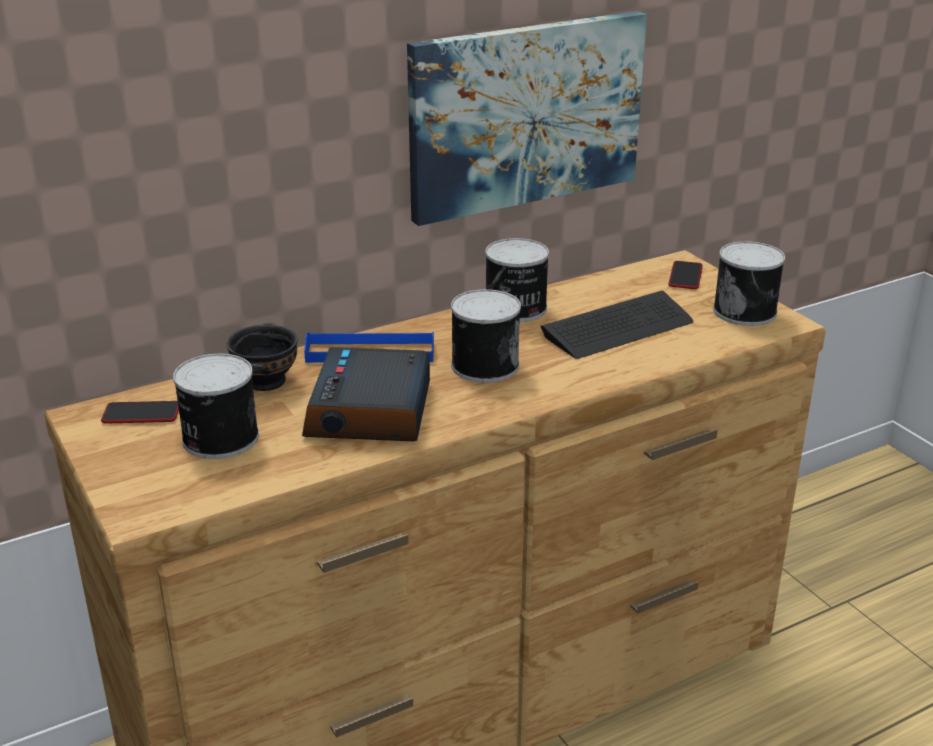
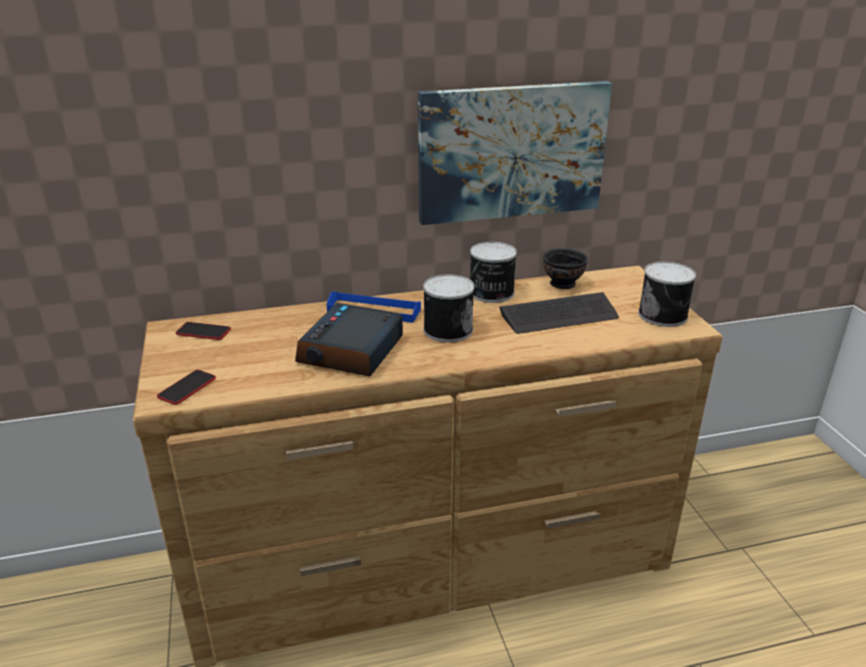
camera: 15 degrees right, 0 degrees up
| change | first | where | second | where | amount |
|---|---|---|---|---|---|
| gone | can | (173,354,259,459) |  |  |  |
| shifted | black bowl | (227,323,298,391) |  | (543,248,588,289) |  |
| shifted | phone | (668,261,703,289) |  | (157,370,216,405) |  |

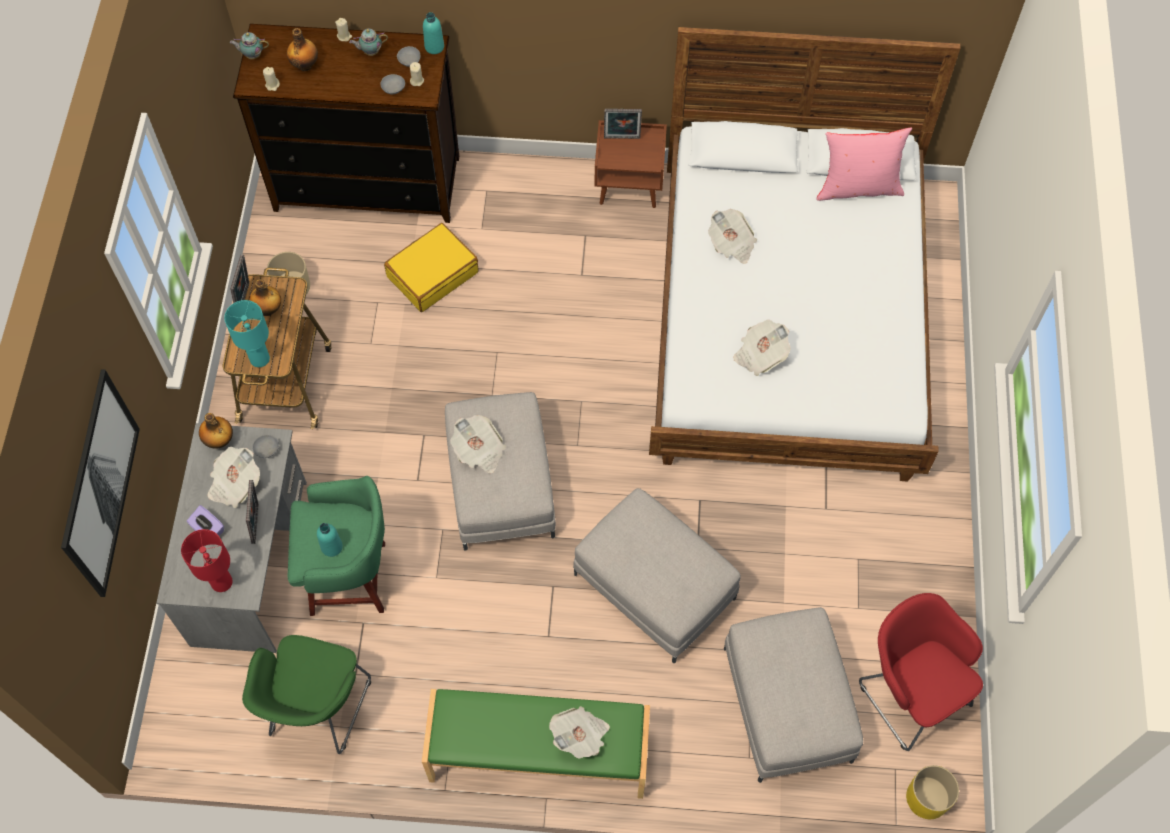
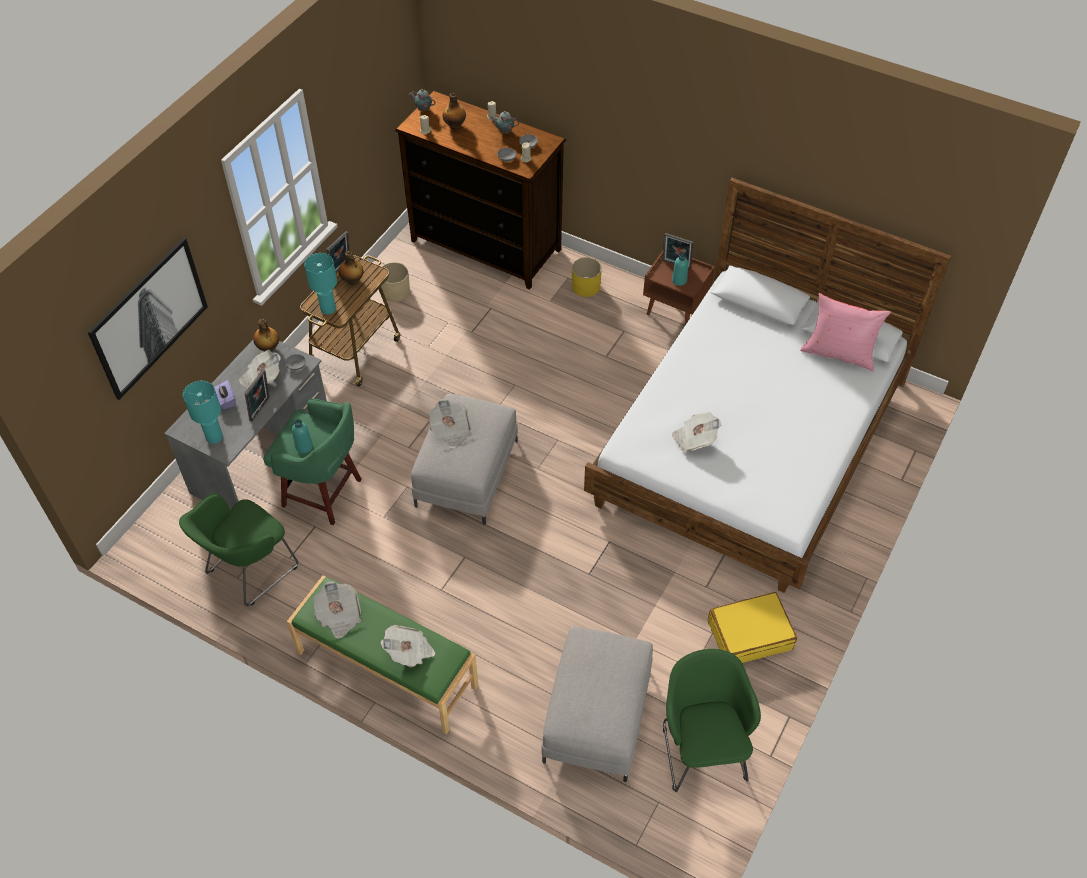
camera: 25 degrees right, 10 degrees down
| change | first | where | second | where | amount |
|---|---|---|---|---|---|
| repainted | red table lamp | (181,529,233,592) | turquoise table lamp | (183,381,223,444) |  |
| shifted | yellow suitcase | (384,223,479,312) |  | (708,592,797,663) |  |
| shifted | turquoise bottle | (423,12,444,54) |  | (672,253,688,286) |  |
| gone | grey ottoman | (573,488,741,663) |  |  |  |
| shifted | newspaper | (708,209,757,264) |  | (314,581,362,639) |  |
| repainted | red armchair | (859,593,983,751) | green armchair | (663,649,761,792) |  |
| shifted | yellow planter | (906,765,959,819) |  | (572,257,602,297) |  |

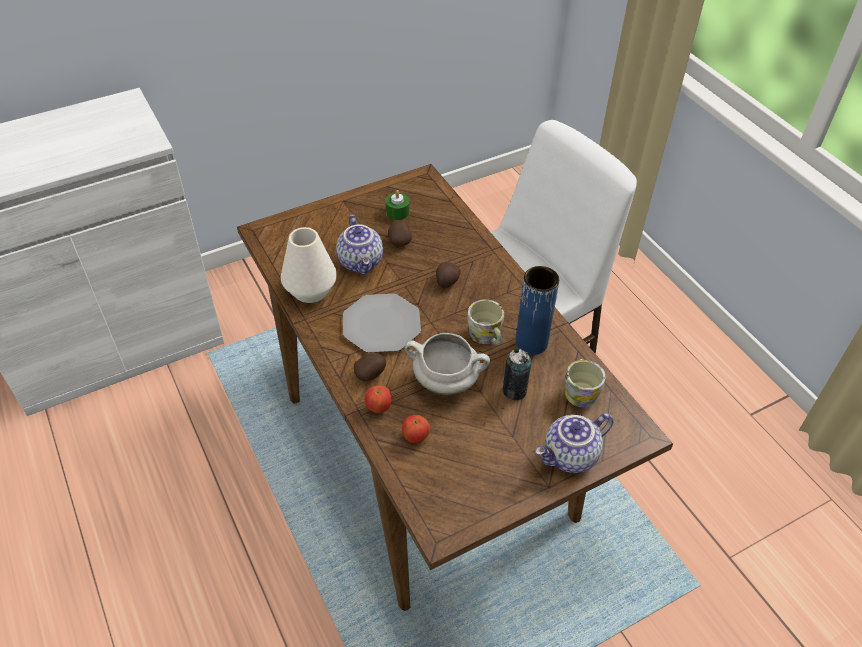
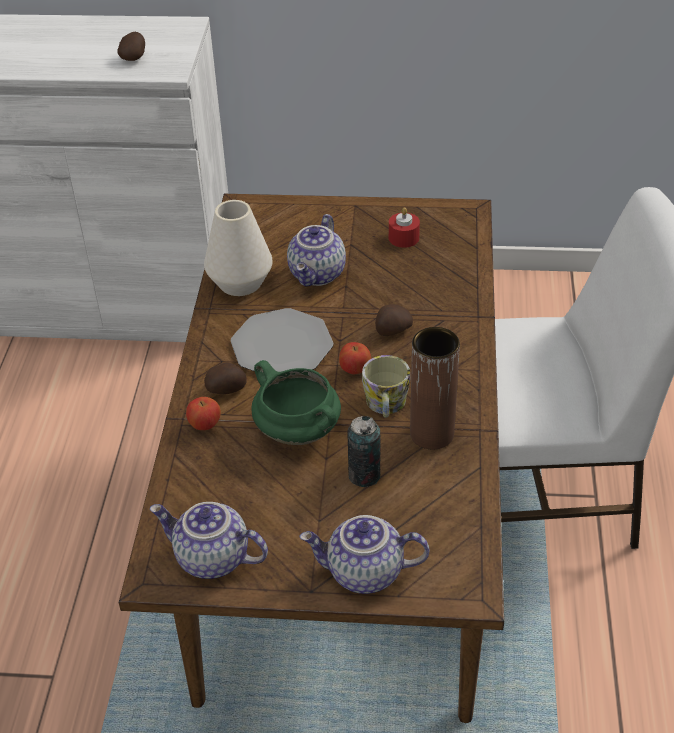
camera: 35 degrees right, 5 degrees down
| change | first | where | second | where | amount |
|---|---|---|---|---|---|
| repainted | green candle | (385,190,410,220) | red candle | (389,207,420,248) |  |
| shifted | potato | (388,220,412,247) |  | (117,32,145,61) |  |
| shifted | apple | (402,415,430,443) |  | (339,342,371,374) |  |
| repainted | white cooking pot | (405,333,490,395) | green cooking pot | (251,360,341,445) |  |
| repainted | blue vase | (515,266,559,355) | brown vase | (410,327,460,450) |  |
| gone | mug | (565,359,605,407) |  |  |  |
| new |  |  | teapot | (150,502,268,579) |  |

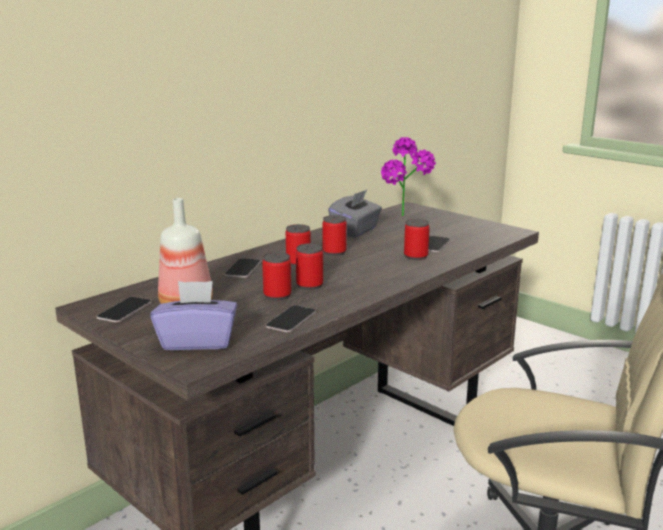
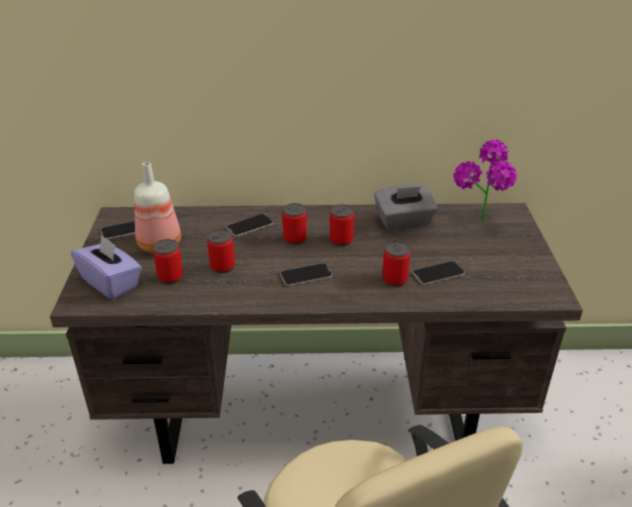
camera: 45 degrees right, 15 degrees up
| change | first | where | second | where | amount |
|---|---|---|---|---|---|
| shifted | phone | (266,305,316,332) |  | (280,263,332,286) |  |
| shifted | can | (296,243,323,290) |  | (153,239,183,284) |  |

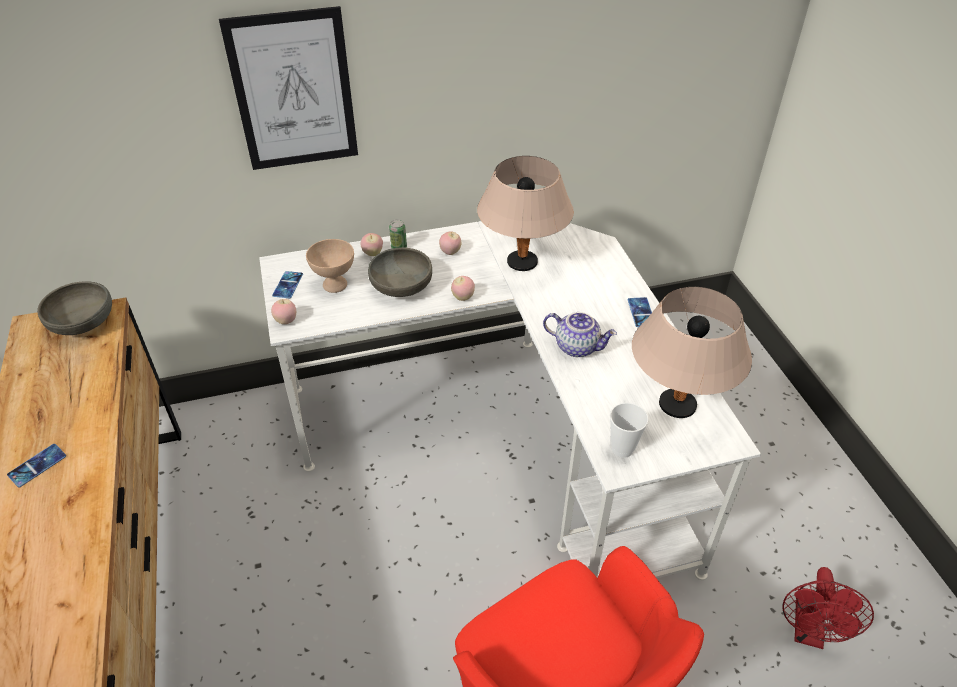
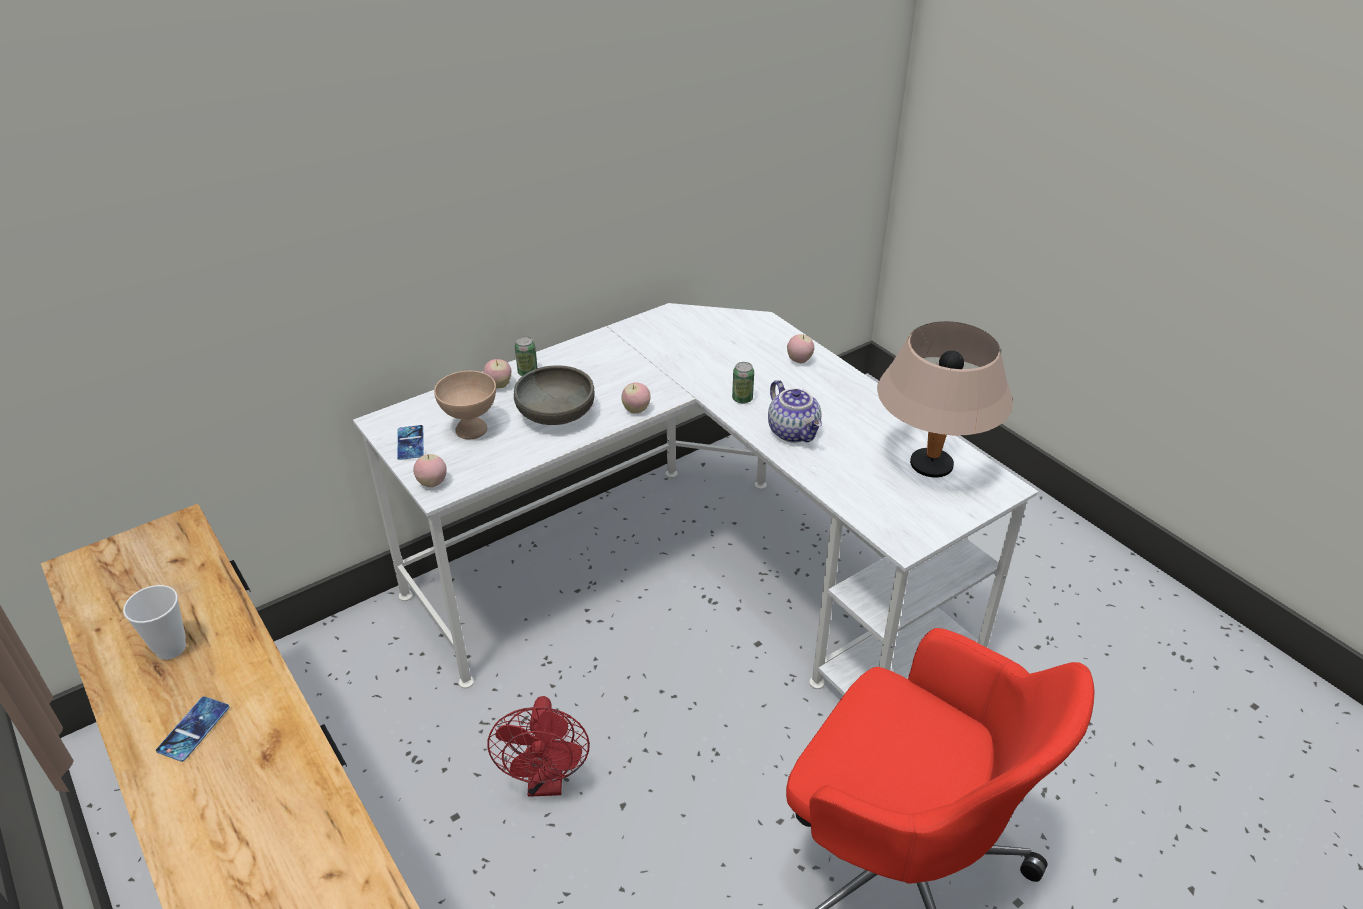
camera: 20 degrees left, 5 degrees down
| change | first | where | second | where | amount |
|---|---|---|---|---|---|
| gone | grey bowl | (37,281,112,335) |  |  |  |
| gone | picture | (219,6,358,170) |  |  |  |
| shifted | apple | (439,231,461,255) |  | (787,334,814,363) |  |
| gone | beige table lamp | (477,156,574,271) |  |  |  |
| rotated | teapot | (543,312,617,357) |  | (768,380,822,443) | 60 degrees clockwise |
| shifted | cup | (610,403,649,458) |  | (123,585,186,660) |  |
| gone | phone | (628,297,652,327) |  |  |  |
| shifted | red fan | (782,567,874,649) |  | (487,696,590,797) |  |
| new |  |  | can | (732,362,754,404) |  |

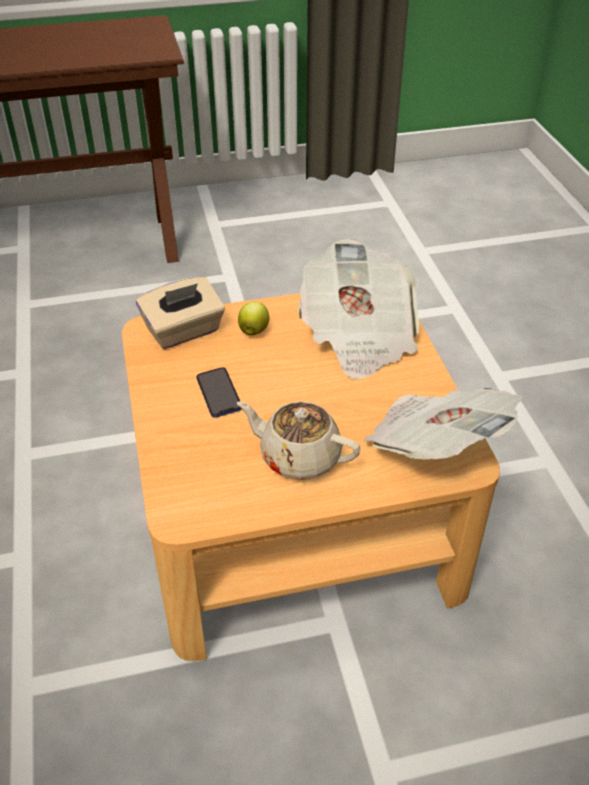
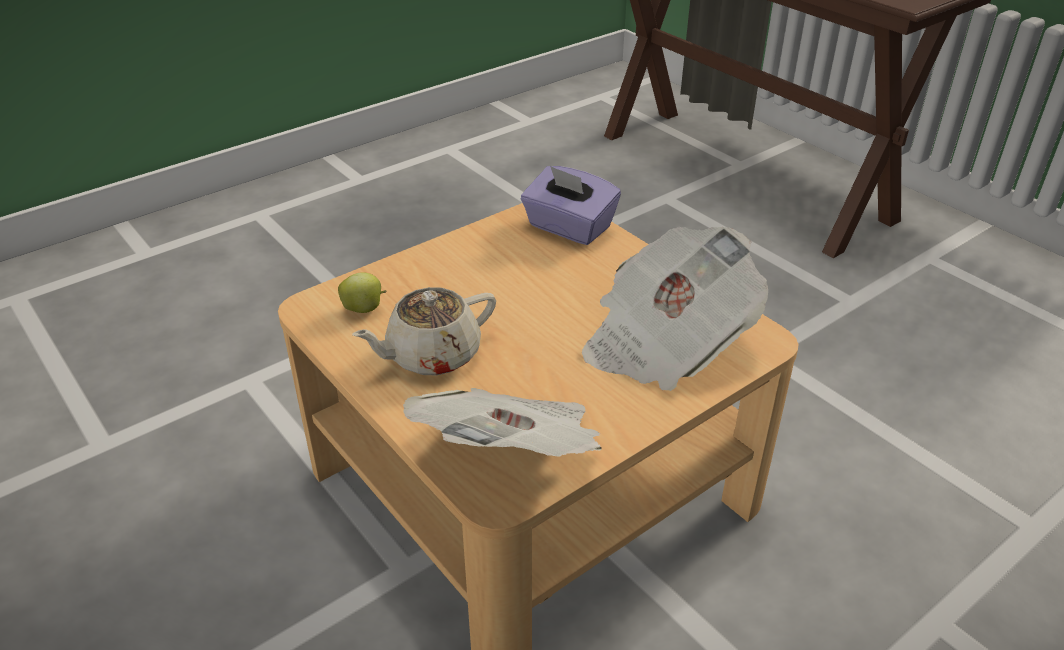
camera: 65 degrees right, 5 degrees down
| change | first | where | second | where | amount |
|---|---|---|---|---|---|
| repainted | beige tissue box | (136,277,225,349) | purple tissue box | (521,166,621,245) |  |
| gone | phone | (196,367,241,418) |  |  |  |
| rotated | beige teapot | (237,401,361,480) |  | (352,287,496,376) | 120 degrees counterclockwise |
| shifted | apple | (238,302,269,335) |  | (338,272,387,313) |  |

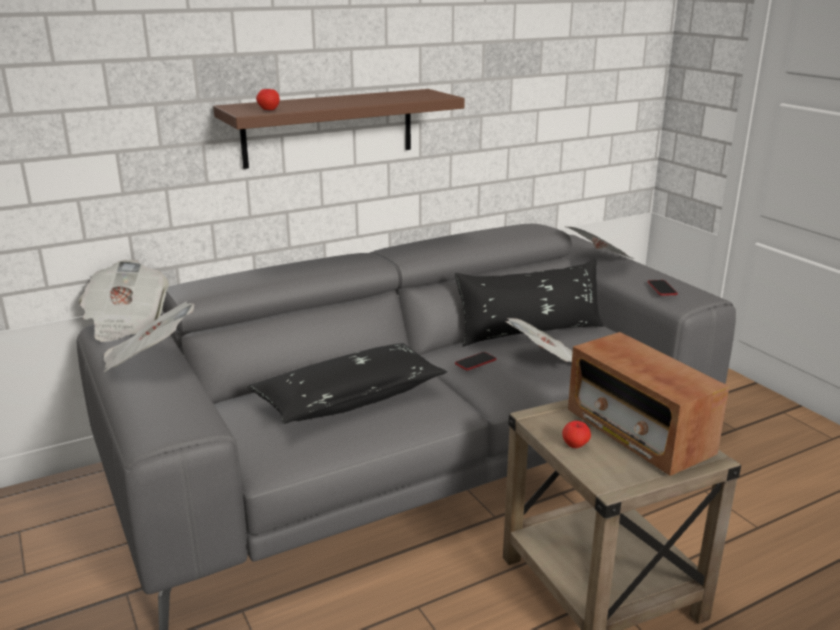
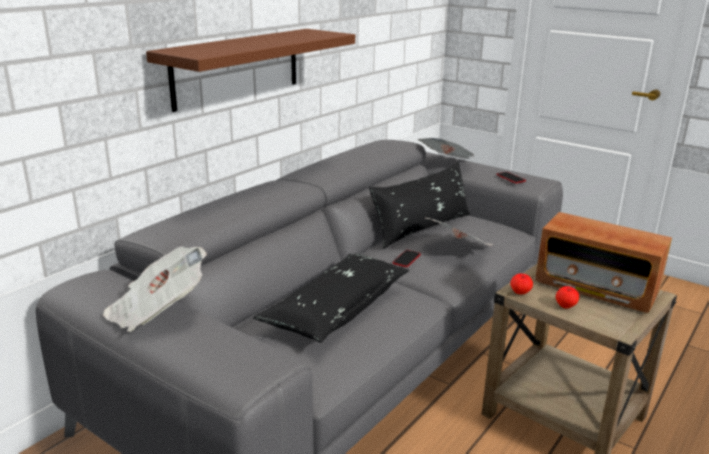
camera: 25 degrees left, 0 degrees up
| change | first | where | second | where | amount |
|---|---|---|---|---|---|
| gone | newspaper | (79,260,169,342) |  |  |  |
| shifted | apple | (256,89,280,110) |  | (510,274,533,294) |  |

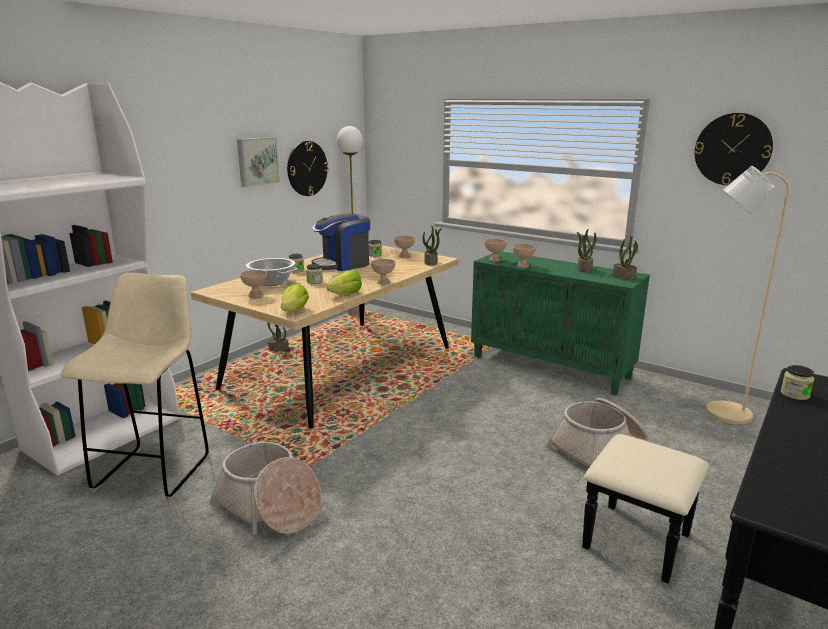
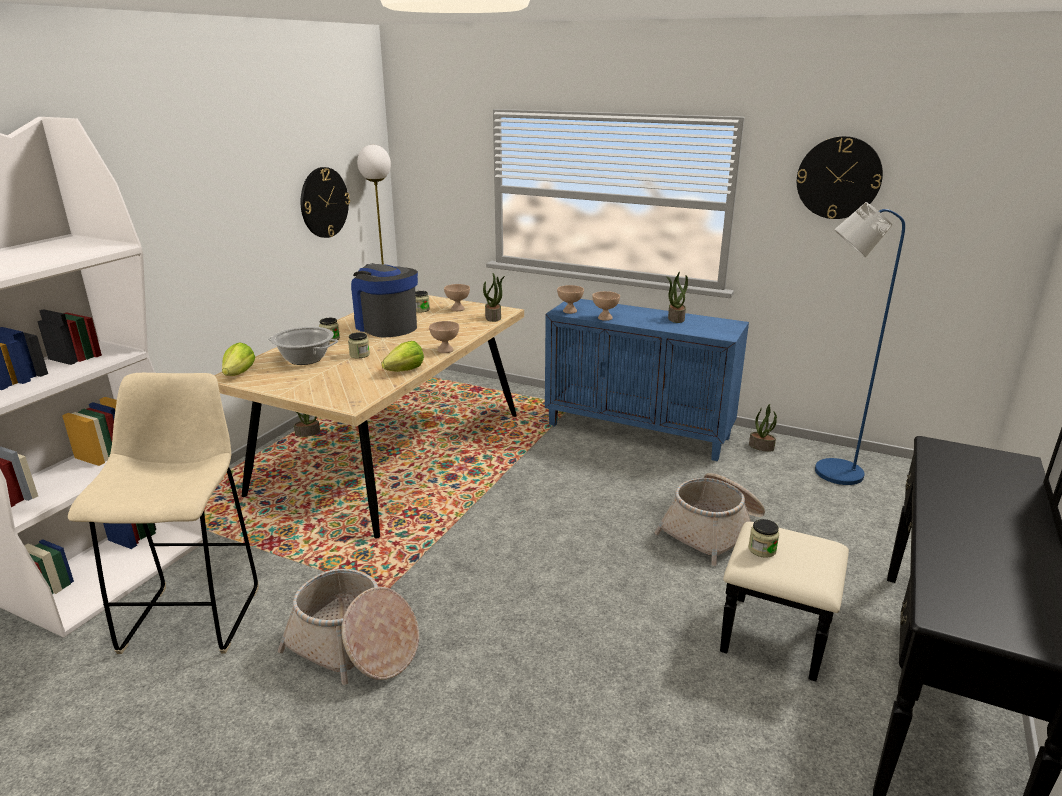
camera: 10 degrees left, 5 degrees up
| change | first | where | second | where | amount |
|---|---|---|---|---|---|
| gone | picture | (237,137,280,187) |  |  |  |
| gone | beige bowl | (240,270,267,298) |  |  |  |
| shifted | lettuce | (281,284,309,312) |  | (222,343,255,376) |  |
| rotated | coffee machine | (311,213,370,271) |  | (351,263,418,337) | 90 degrees clockwise |
| repainted | green cabinet | (471,251,650,395) | blue cabinet | (545,299,749,461) |  |
| shifted | potted plant | (613,235,638,280) |  | (749,404,777,452) |  |
| repainted | beige floor lamp | (706,166,789,424) | blue floor lamp | (815,202,905,485) |  |
| shifted | jar | (781,365,814,400) |  | (748,519,779,558) |  |

